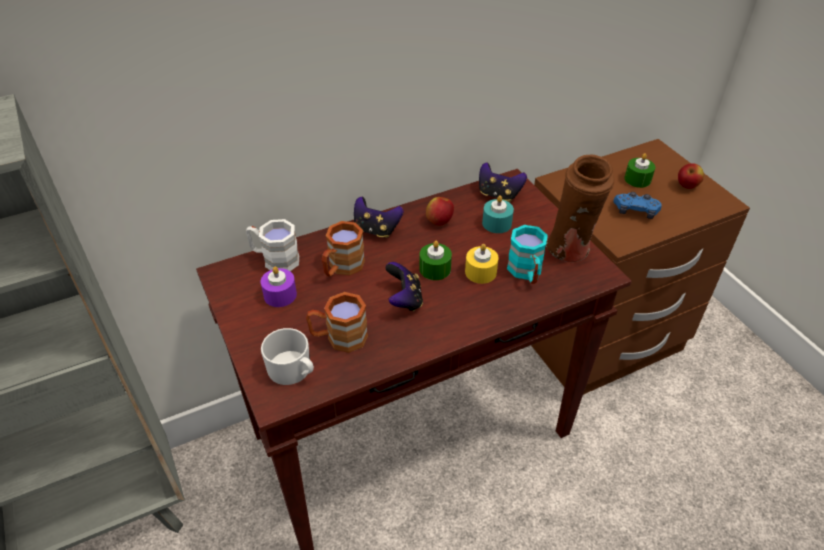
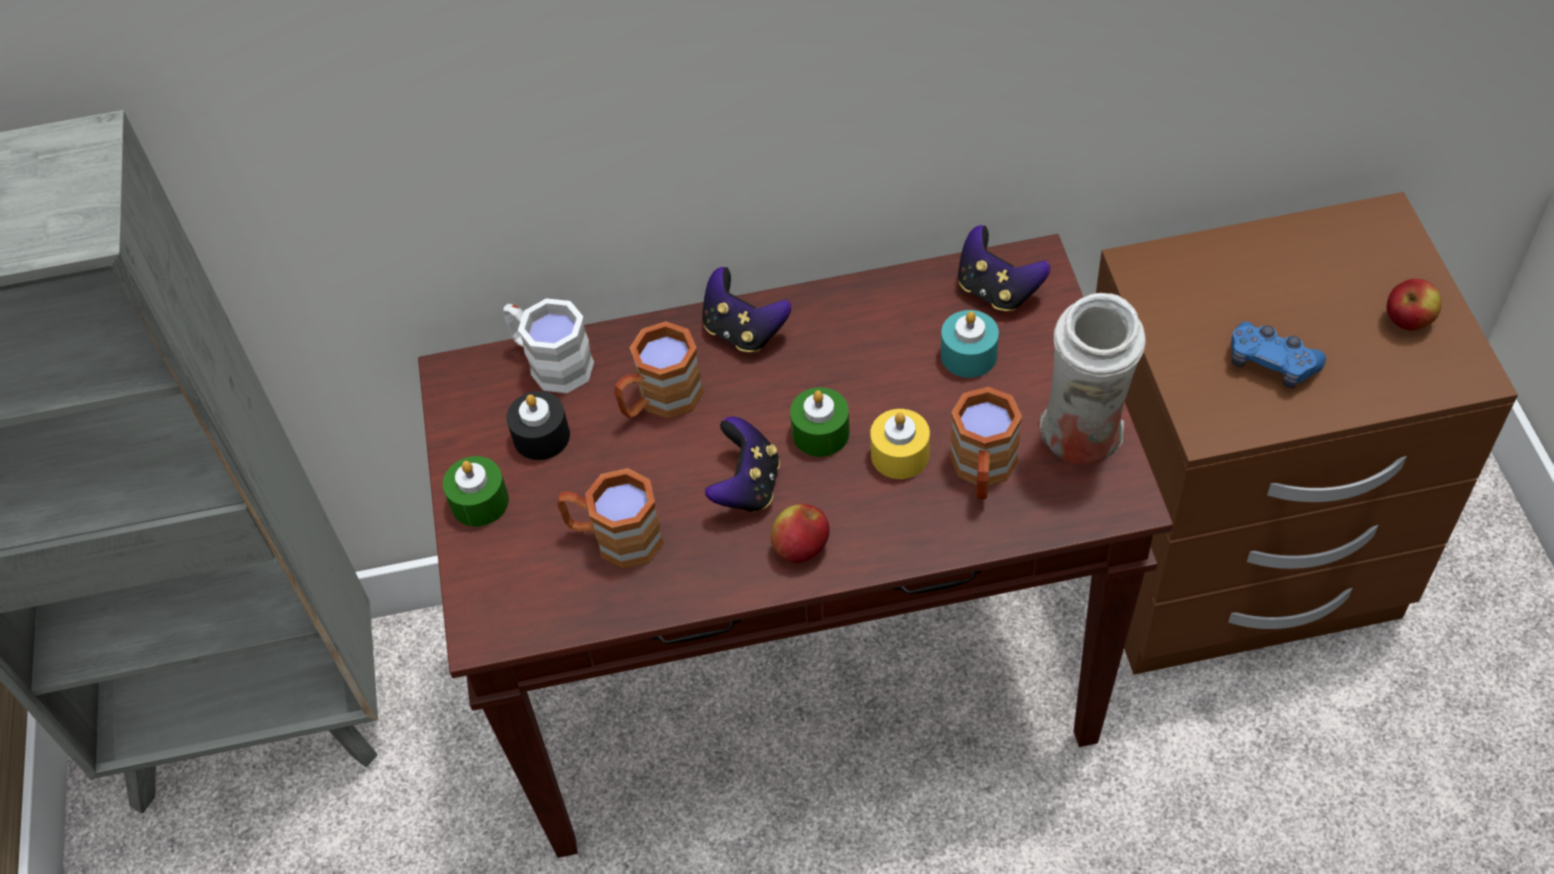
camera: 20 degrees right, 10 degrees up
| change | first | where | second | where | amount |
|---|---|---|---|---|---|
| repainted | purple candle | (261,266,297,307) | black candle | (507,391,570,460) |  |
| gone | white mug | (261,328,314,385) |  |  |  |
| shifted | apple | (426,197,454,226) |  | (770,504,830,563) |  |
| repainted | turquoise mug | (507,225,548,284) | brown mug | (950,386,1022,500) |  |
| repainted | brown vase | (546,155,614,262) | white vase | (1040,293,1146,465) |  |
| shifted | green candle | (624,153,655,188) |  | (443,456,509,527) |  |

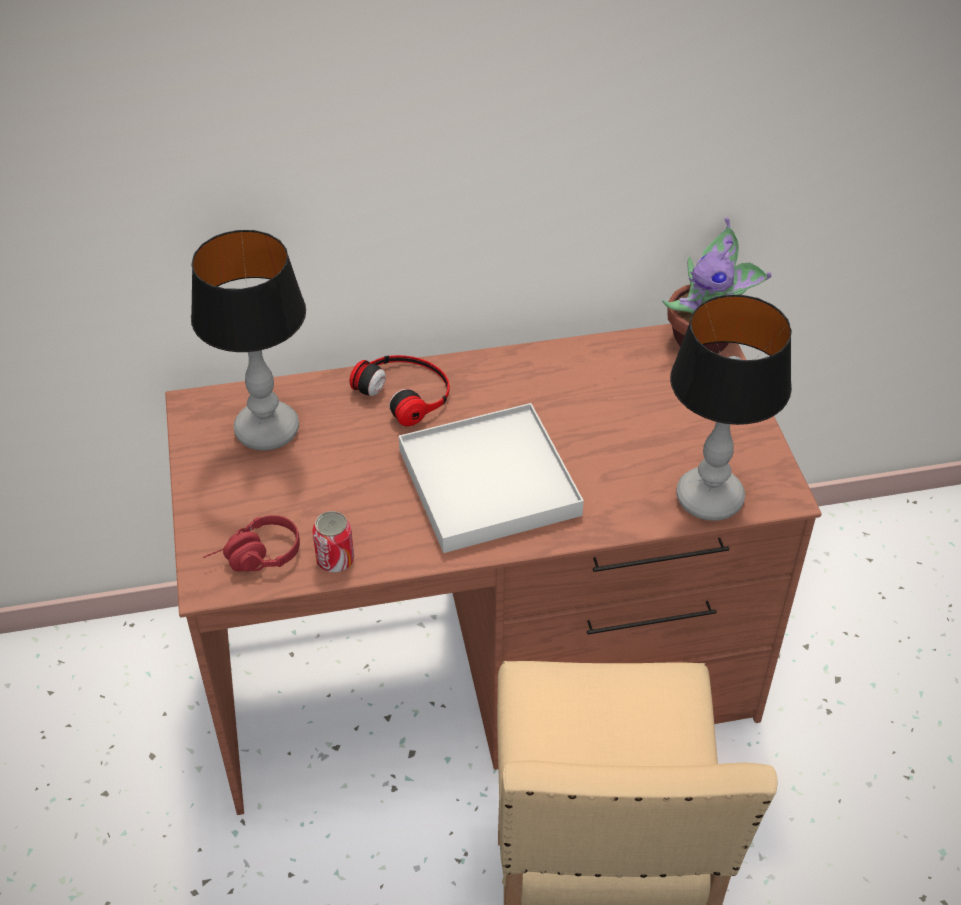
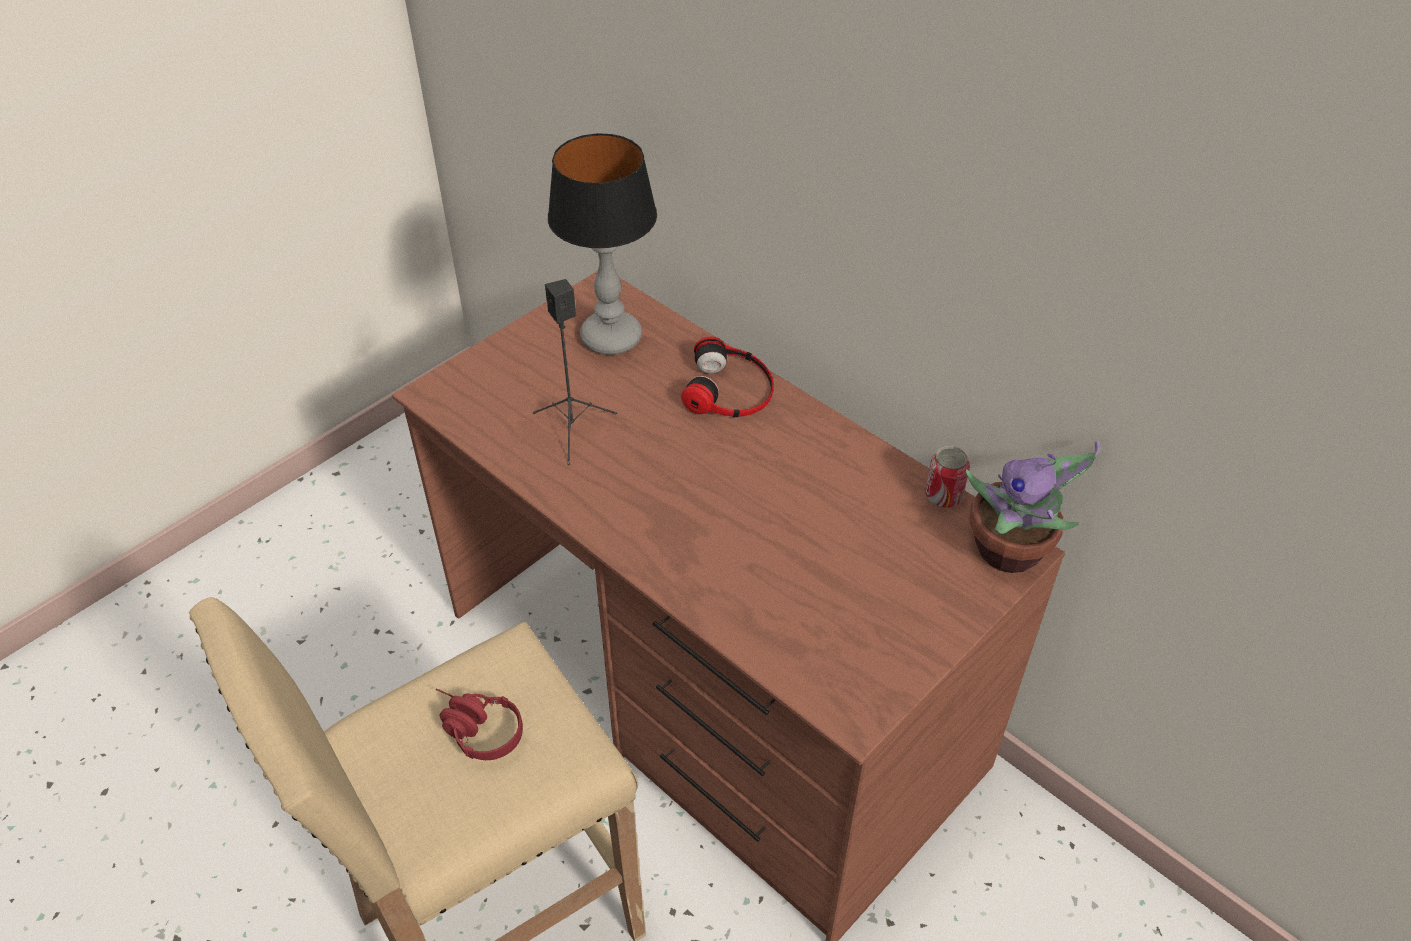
camera: 55 degrees right, 0 degrees up
| change | first | where | second | where | amount |
|---|---|---|---|---|---|
| shifted | red headphones | (203,515,300,572) |  | (435,688,523,760) |  |
| shifted | can | (312,511,354,572) |  | (925,446,970,508) |  |
| gone | white tray | (399,403,584,553) |  |  |  |
| gone | table lamp | (670,295,792,521) |  |  |  |
| new |  |  | black speaker | (533,279,617,465) |  |

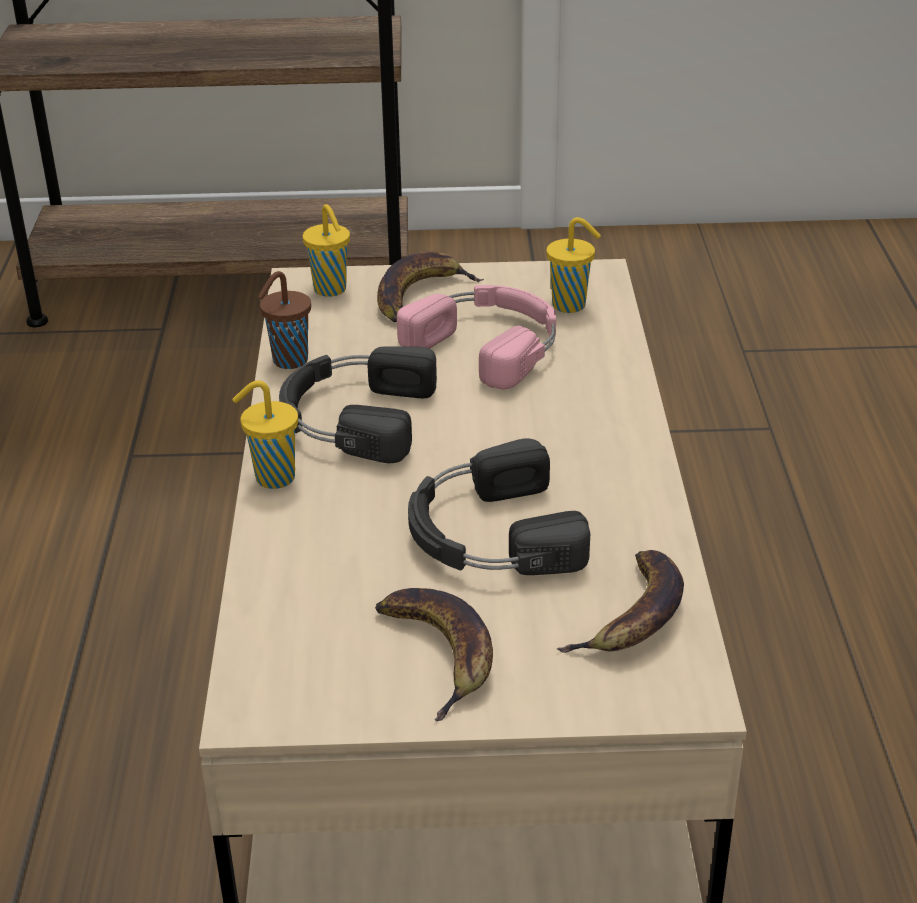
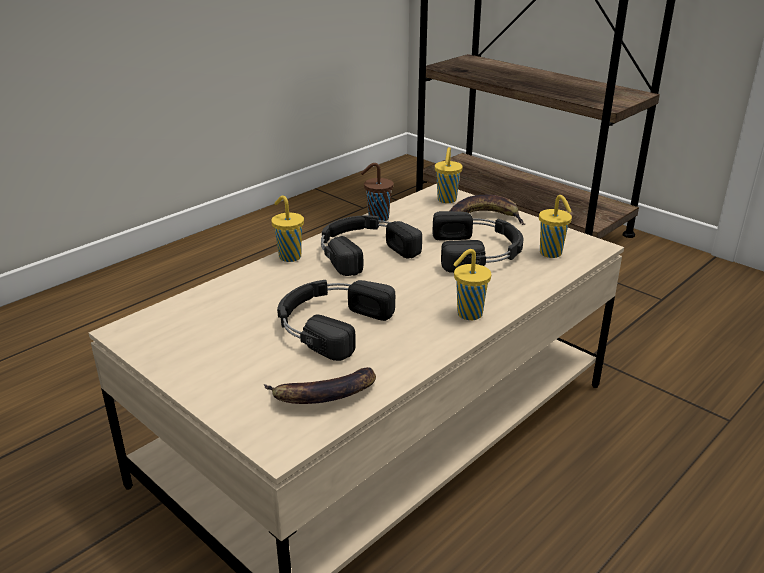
camera: 45 degrees right, 5 degrees down
| change | first | where | second | where | amount |
|---|---|---|---|---|---|
| gone | banana | (375,588,493,721) |  |  |  |
| repainted | pink headphones | (397,285,556,390) | black headphones | (432,211,524,273) |  |
| new |  |  | yellow cup | (453,249,491,320) |  |

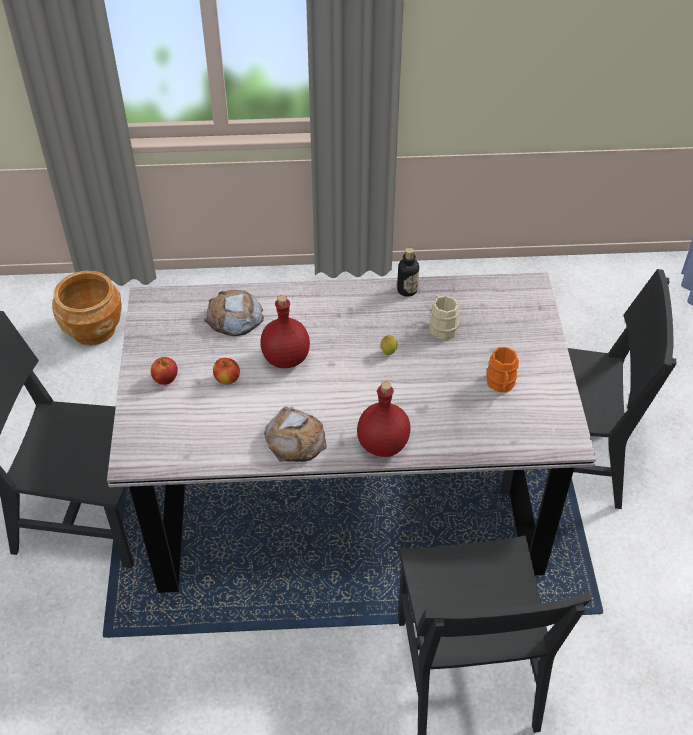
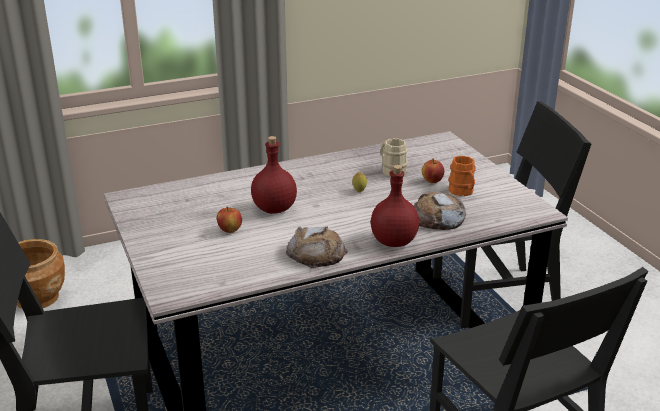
camera: 20 degrees left, 20 degrees down
| change | first | where | second | where | amount |
|---|---|---|---|---|---|
| shifted | apple | (151,357,178,385) |  | (422,158,444,183) |  |
| shifted | bread | (204,290,264,336) |  | (414,192,466,230) |  |
| gone | bottle | (397,248,419,297) |  |  |  |

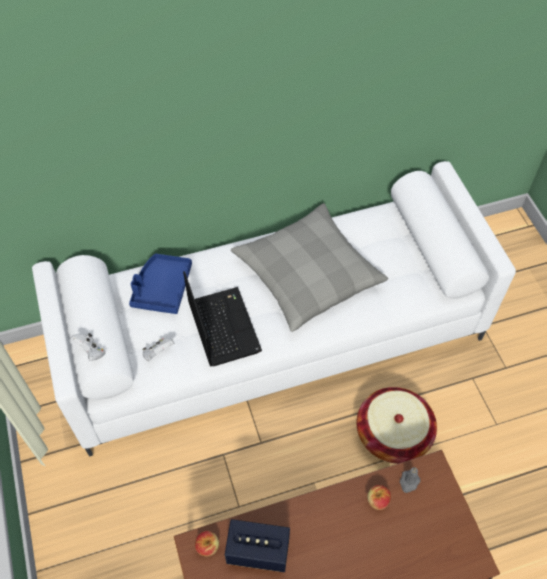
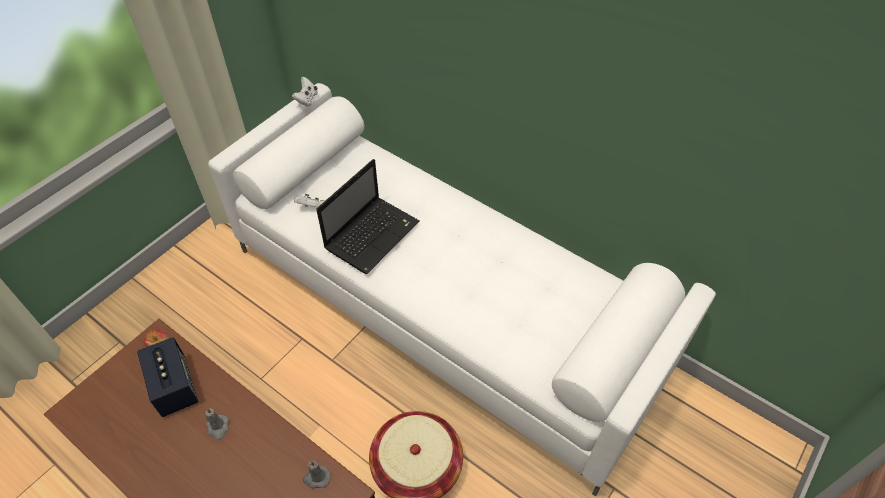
camera: 55 degrees right, 5 degrees down
| change | first | where | second | where | amount |
|---|---|---|---|---|---|
| shifted | white game controller | (71,333,105,361) |  | (292,77,318,107) |  |
| gone | blue tray | (129,254,192,314) |  |  |  |
| gone | grey pillow | (231,203,388,332) |  |  |  |
| gone | apple | (367,485,391,510) |  |  |  |
| new |  |  | grey candle | (205,408,229,440) |  |

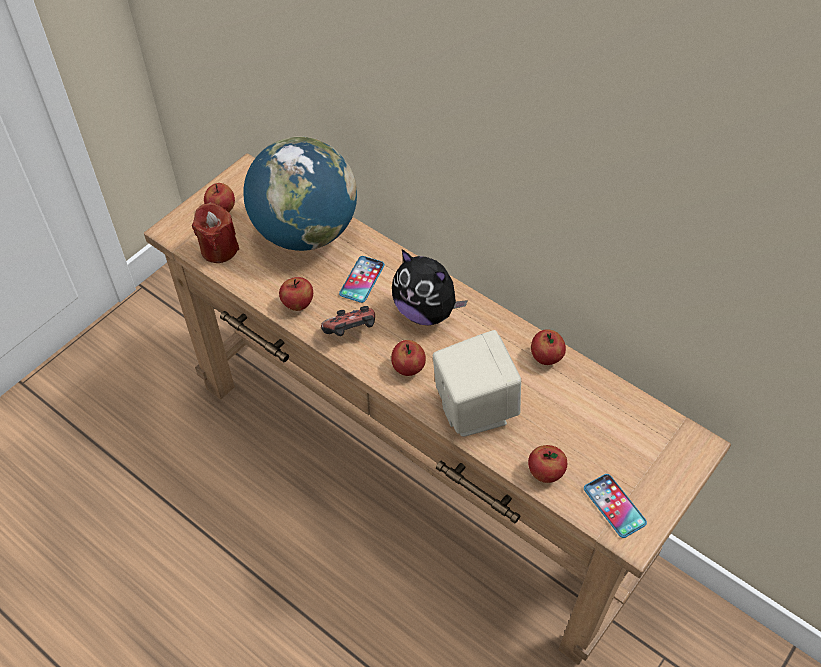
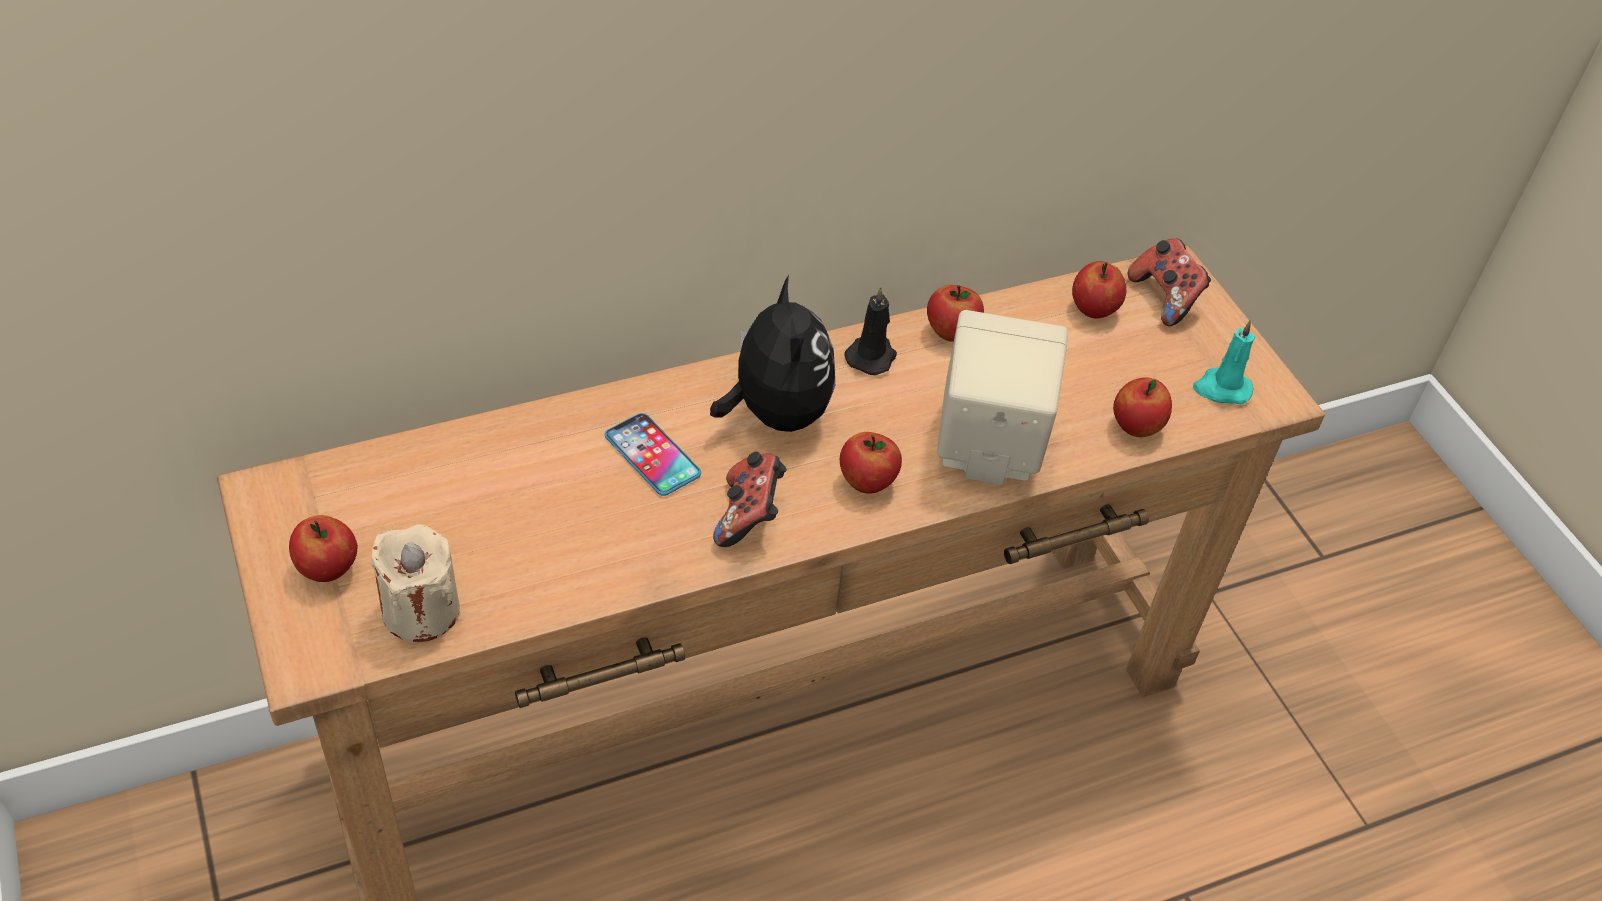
camera: 65 degrees left, 5 degrees down
| change | first | where | second | where | amount |
|---|---|---|---|---|---|
| repainted | red candle | (192,202,239,263) | beige candle | (371,525,460,642) |  |
| gone | globe | (243,136,357,251) |  |  |  |
| shifted | apple | (279,277,313,311) |  | (1072,261,1126,319) |  |
| rotated | plush toy | (392,250,468,325) |  | (710,275,835,432) | 75 degrees counterclockwise |
| swapped | phone | (584,474,647,538) | turquoise candle | (1193,320,1255,404) |  |
| new |  |  | black candle | (845,287,897,375) |  |
| new |  |  | game controller | (1127,238,1211,326) |  |

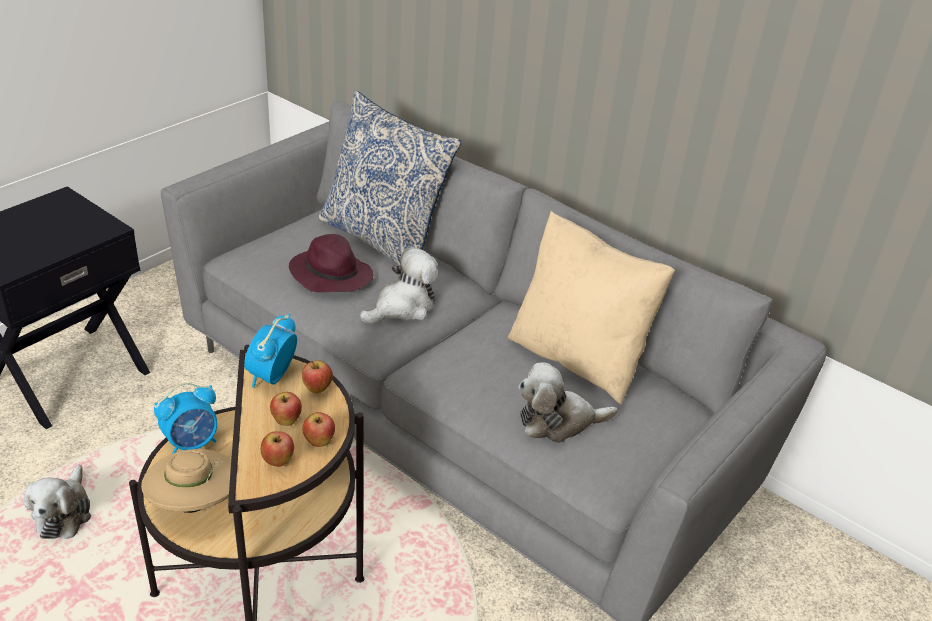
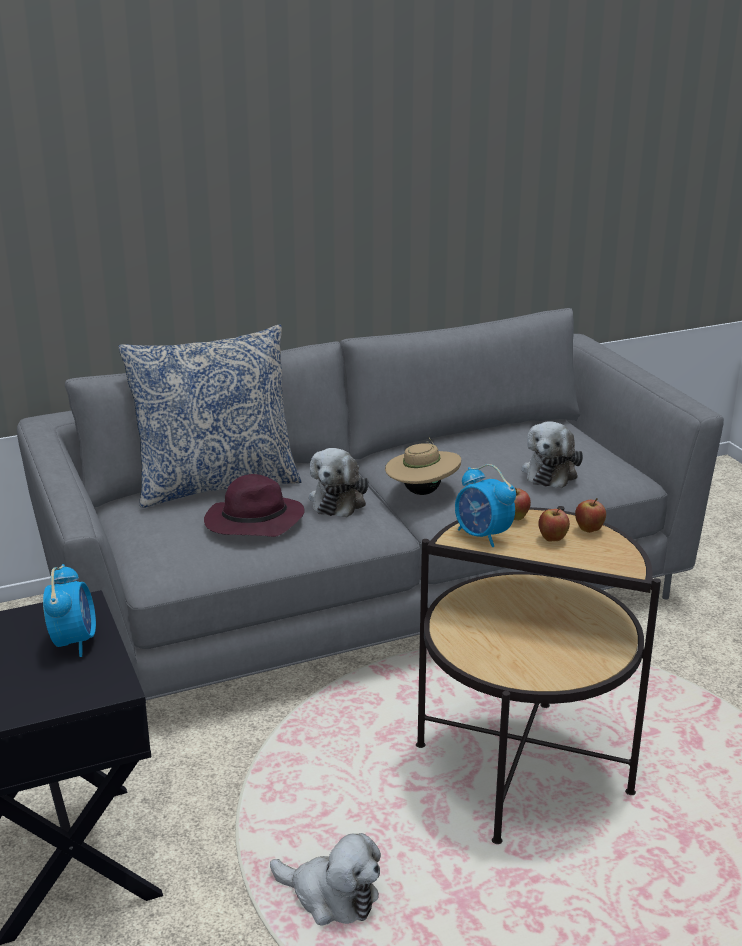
camera: 60 degrees left, 10 degrees down
| change | first | where | second | where | amount |
|---|---|---|---|---|---|
| shifted | beige hat | (141,449,231,513) |  | (385,437,461,495) |  |
| shifted | alarm clock | (154,383,217,454) |  | (43,564,96,657) |  |
| gone | apple | (261,431,294,467) |  |  |  |
| rotated | plush toy | (360,247,438,324) |  | (309,448,369,517) | 150 degrees counterclockwise |
| gone | beige pillow | (508,211,675,404) |  |  |  |

